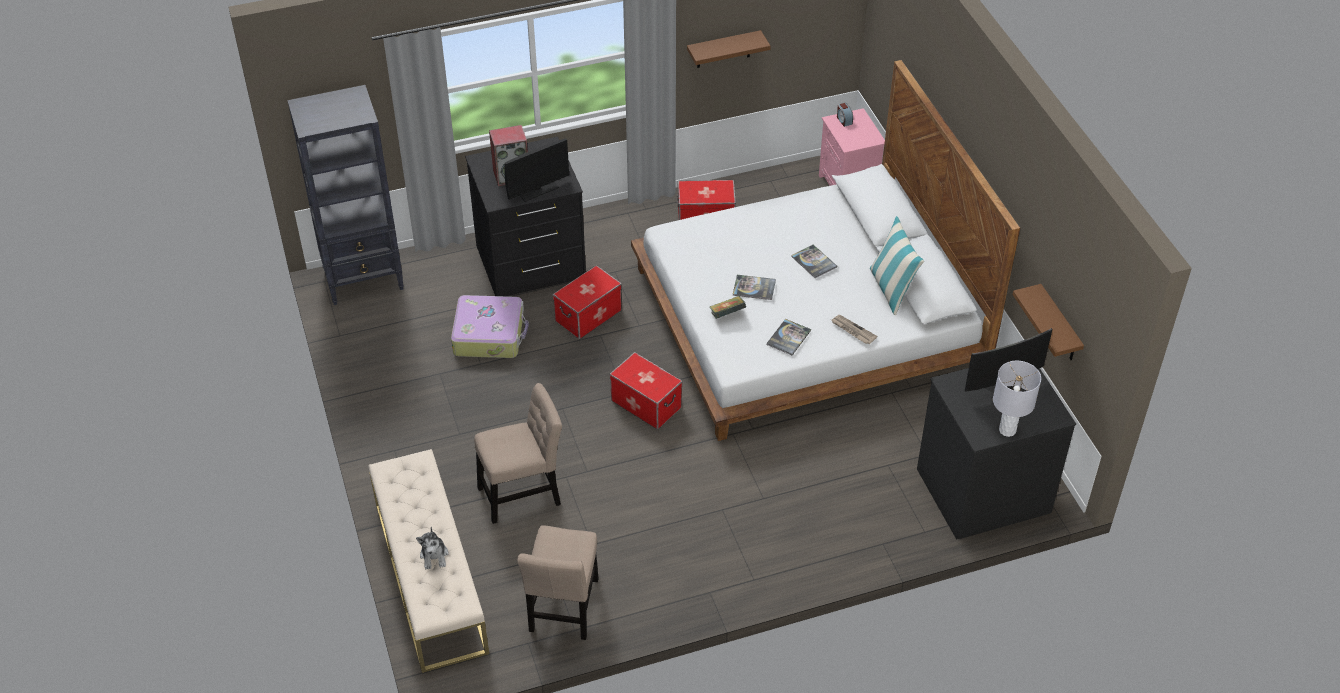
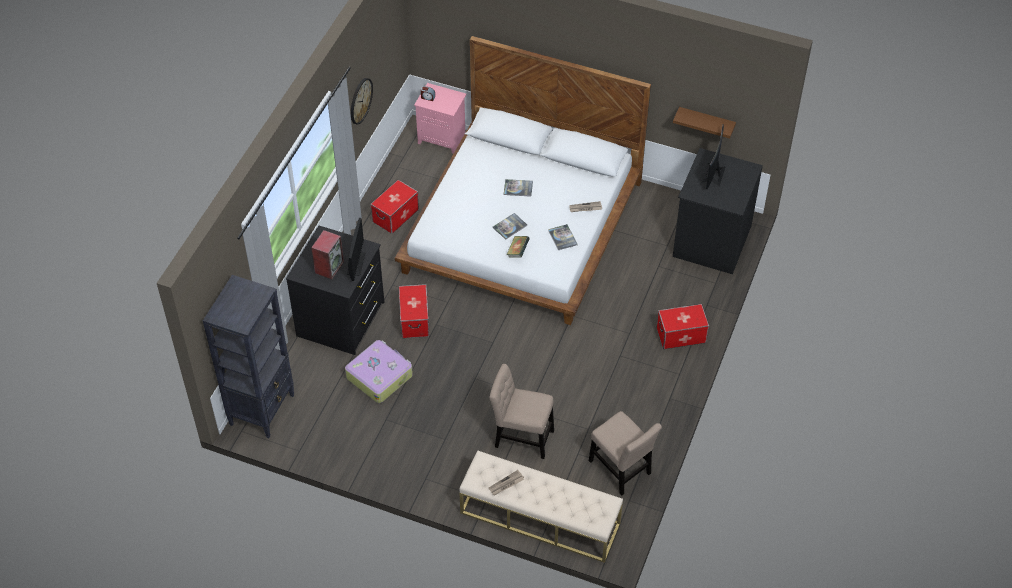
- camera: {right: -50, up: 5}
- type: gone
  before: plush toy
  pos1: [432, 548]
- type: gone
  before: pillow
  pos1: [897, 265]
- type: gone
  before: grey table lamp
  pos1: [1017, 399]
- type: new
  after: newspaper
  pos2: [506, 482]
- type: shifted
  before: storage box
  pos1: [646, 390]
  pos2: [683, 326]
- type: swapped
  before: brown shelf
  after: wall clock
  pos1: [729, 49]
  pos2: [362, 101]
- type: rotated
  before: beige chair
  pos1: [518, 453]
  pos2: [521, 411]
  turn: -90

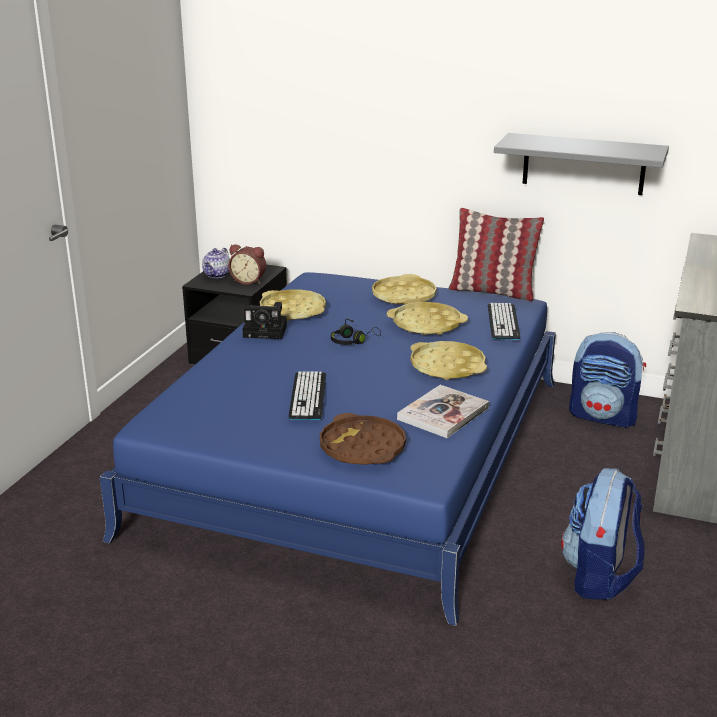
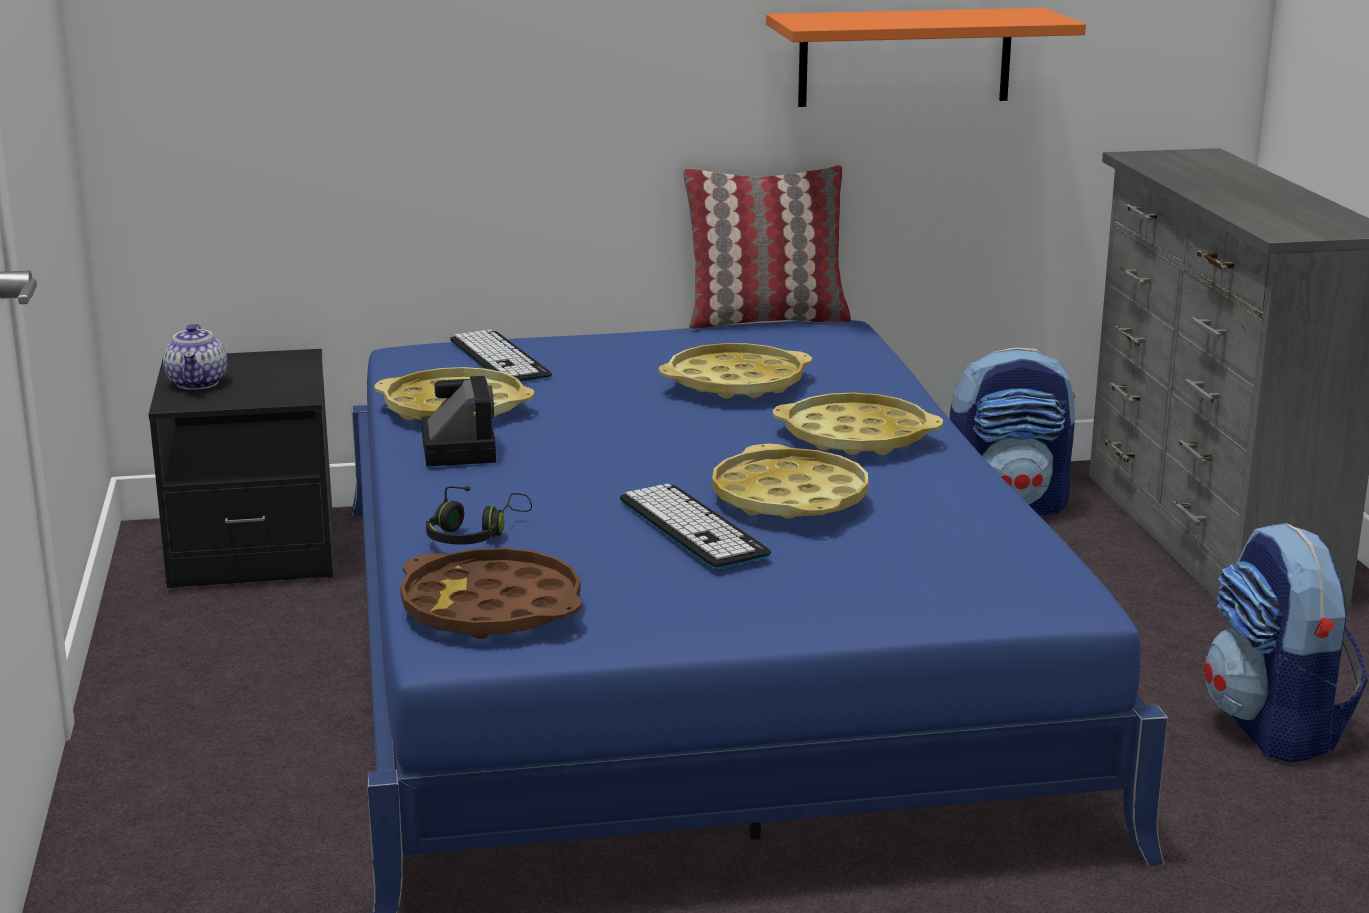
- camera: {right: -30, up: -5}
- type: gone
  before: alarm clock
  pos1: [247, 264]
- type: gone
  before: book
  pos1: [443, 411]
- type: shifted
  before: brown tray
  pos1: [363, 439]
  pos2: [491, 593]
- type: shifted
  before: black headphones
  pos1: [356, 332]
  pos2: [479, 515]
- type: shifted
  before: yellow tray
  pos1: [404, 289]
  pos2: [790, 481]
- type: shifted
  before: keyboard
  pos1: [504, 321]
  pos2: [501, 356]
- type: repainted
  before: grey shelf
  after: orange shelf
  pos1: [581, 164]
  pos2: [926, 57]
- type: rotated
  before: photo camera
  pos1: [265, 320]
  pos2: [458, 421]
  turn: -75

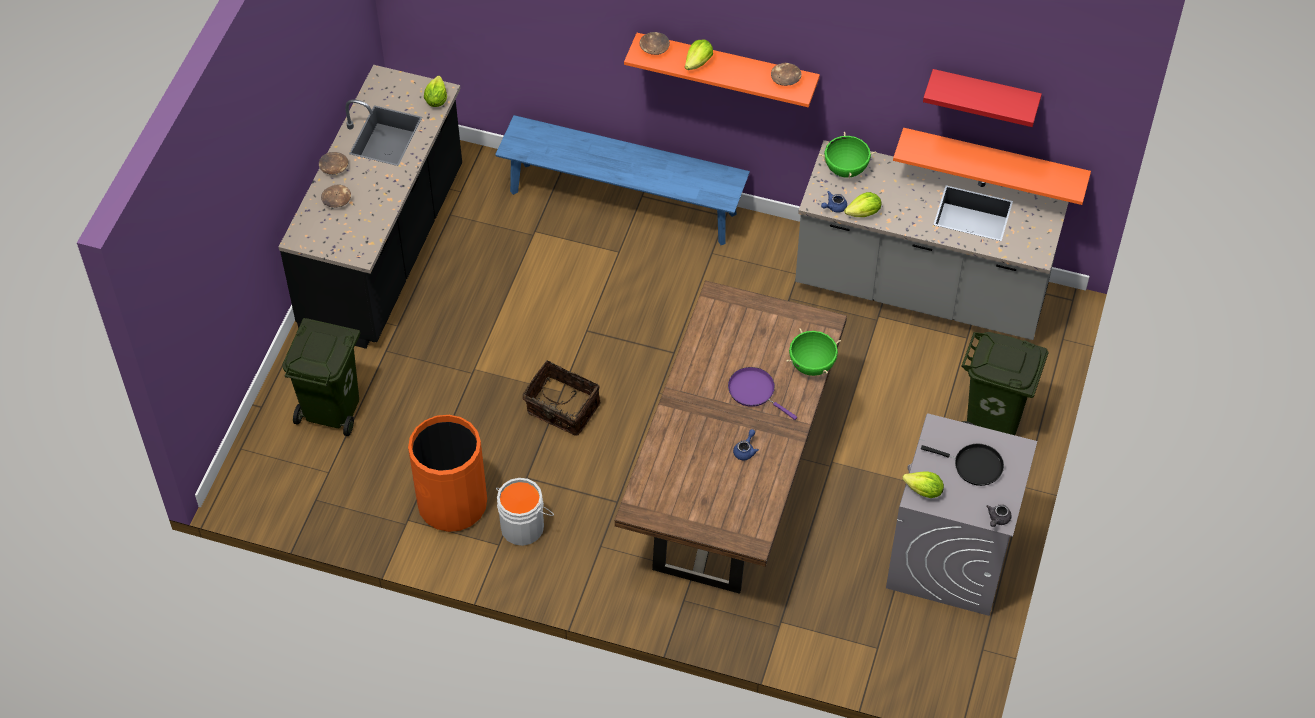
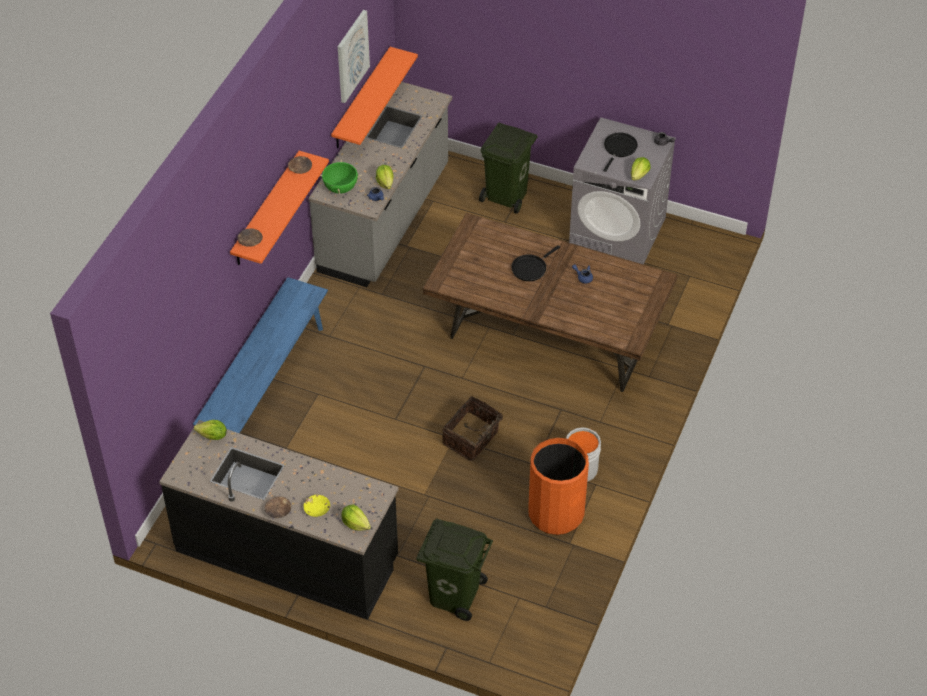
- camera: {right: -85, up: -5}
- type: gone
  before: green cooking pot
  pos1: [813, 352]
- type: shifted
  before: lettuce
  pos1: [699, 55]
  pos2: [356, 517]
- type: swapped
  before: red shelf
  after: picture
  pos1: [982, 98]
  pos2: [354, 56]
- type: repainted
  before: brown bowl
  after: yellow bowl
  pos1: [336, 196]
  pos2: [316, 506]
- type: repainted
  before: purple frying pan
  after: black frying pan
  pos1: [762, 393]
  pos2: [535, 263]

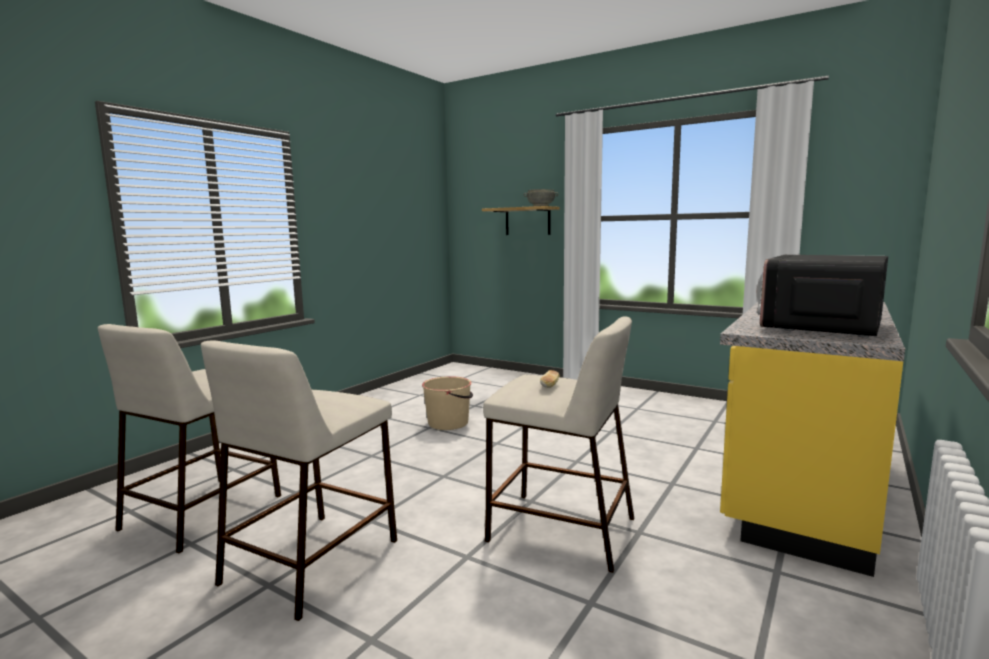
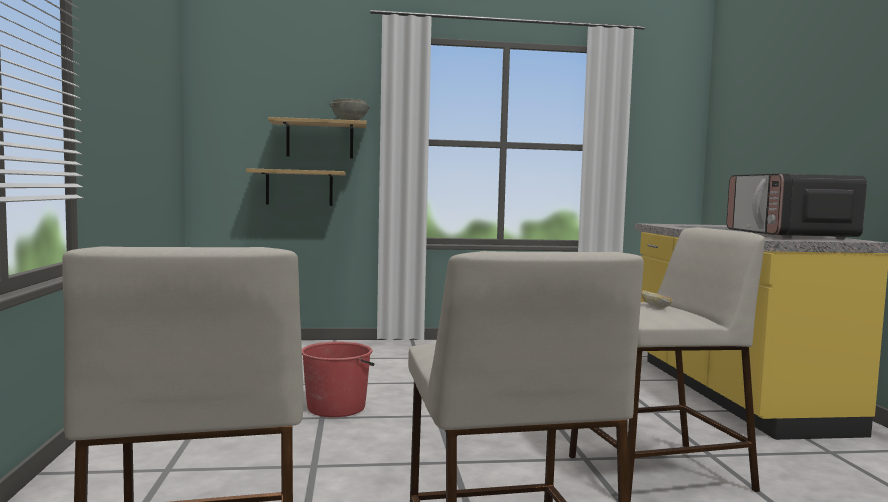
- camera: {right: -40, up: -5}
- type: new
  after: shelf
  pos2: [296, 187]
- type: repainted
  before: beige bucket
  after: red bucket
  pos1: [447, 403]
  pos2: [338, 379]

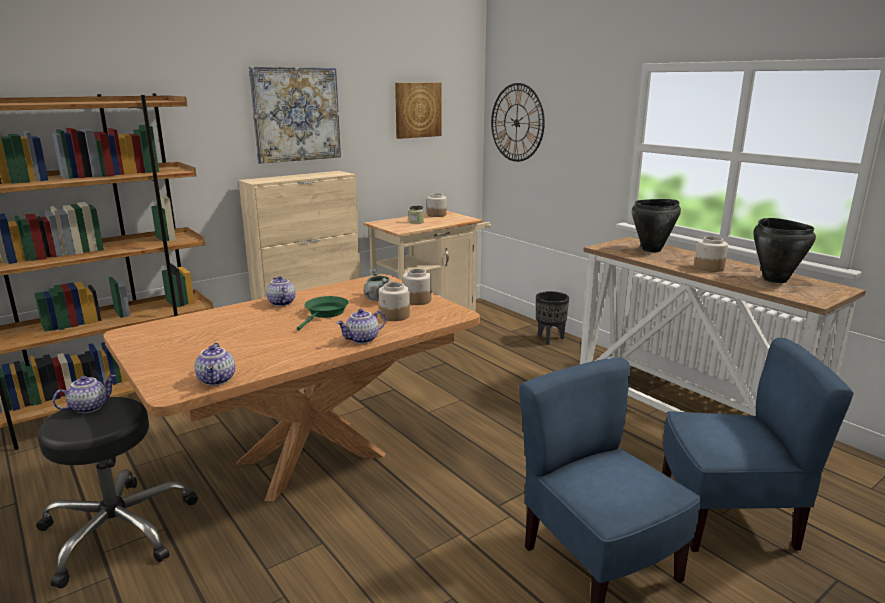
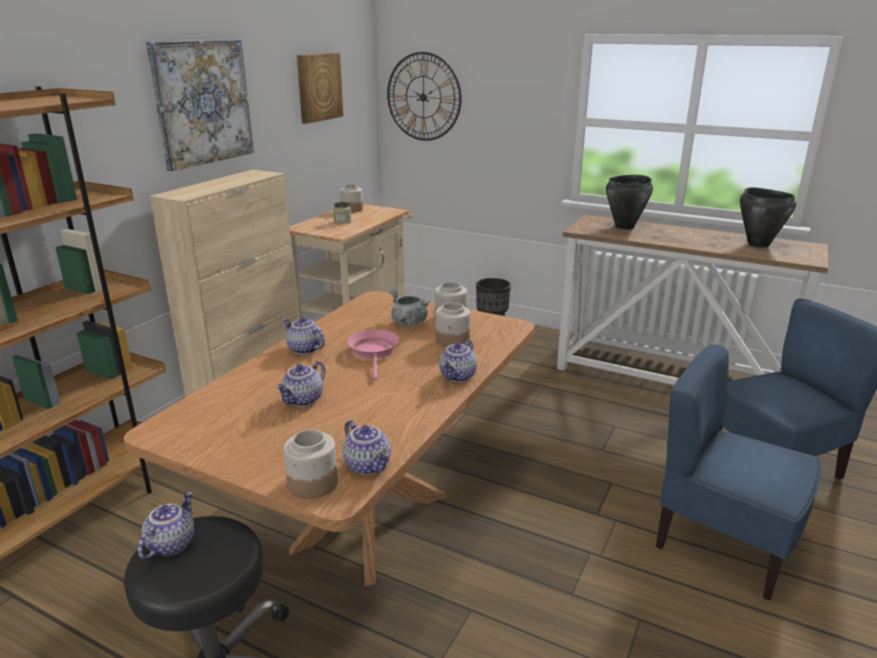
- camera: {right: -25, up: 5}
- type: new
  after: teapot
  pos2: [300, 384]
- type: shifted
  before: jar
  pos1: [711, 254]
  pos2: [310, 464]
- type: repainted
  before: green frying pan
  after: pink frying pan
  pos1: [323, 313]
  pos2: [373, 355]

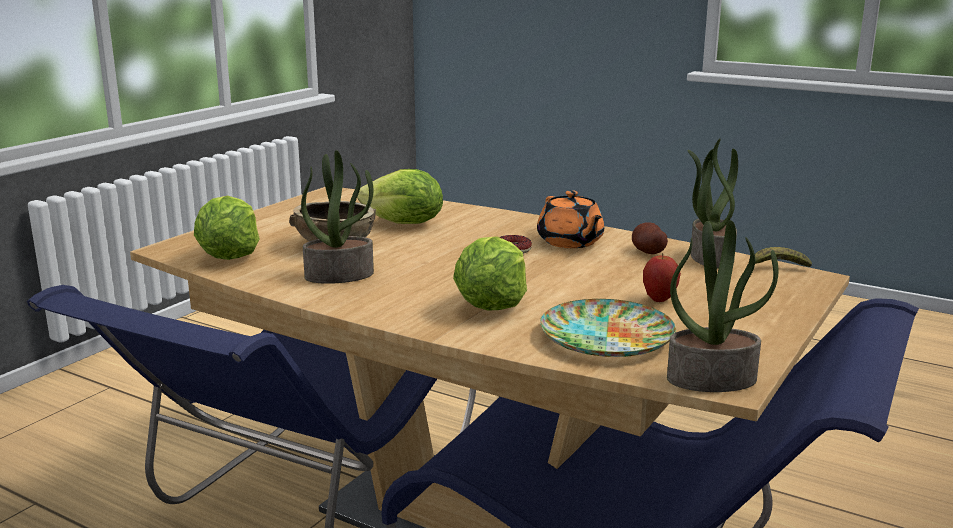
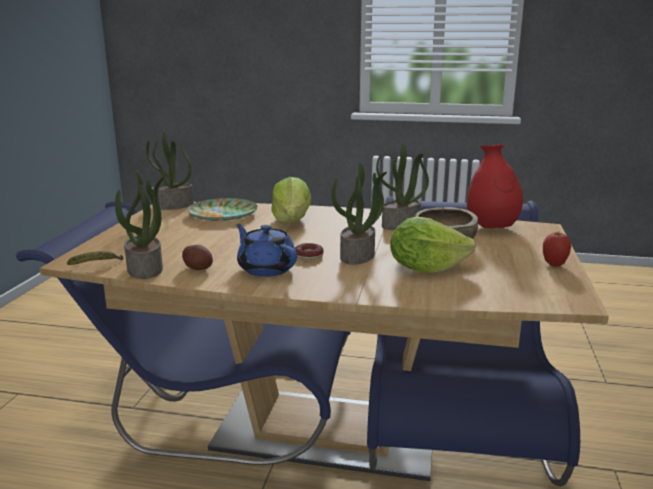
- camera: {right: 160, up: 0}
- type: new
  after: potted plant
  pos2: [359, 213]
- type: shifted
  before: apple
  pos1: [662, 277]
  pos2: [557, 249]
- type: swapped
  before: lettuce
  after: red vase
  pos1: [227, 228]
  pos2: [495, 186]
- type: repainted
  before: orange teapot
  after: blue teapot
  pos1: [570, 219]
  pos2: [266, 250]

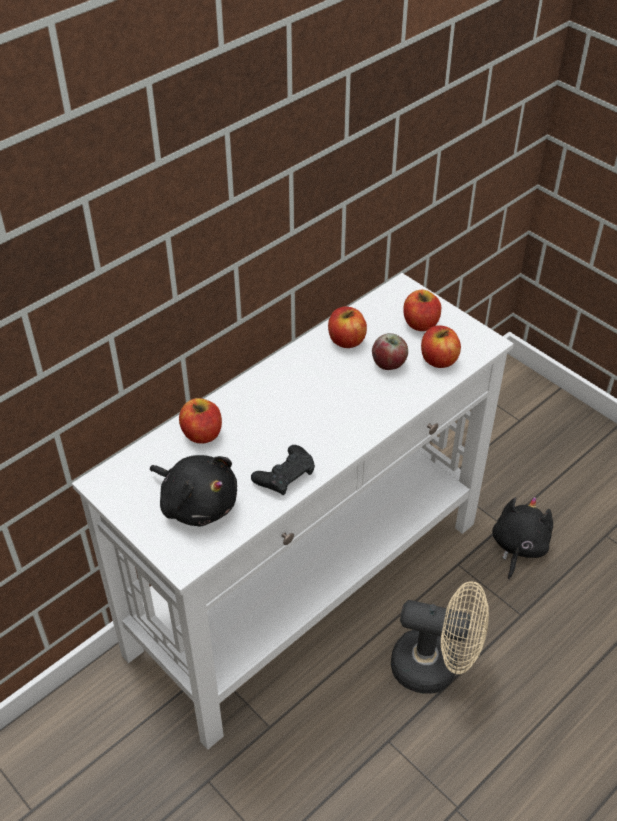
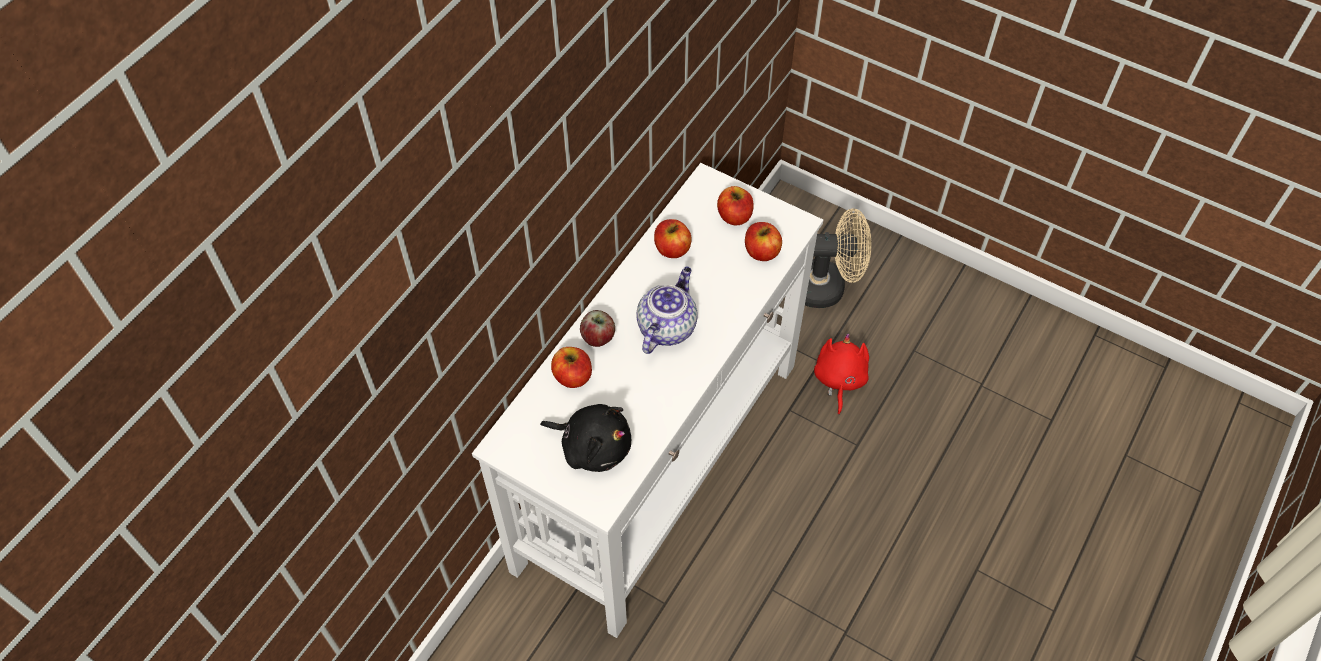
- camera: {right: -15, up: 10}
- type: gone
  before: black game controller
  pos1: [283, 470]
- type: new
  after: teapot
  pos2: [666, 310]
- type: shifted
  before: apple
  pos1: [390, 351]
  pos2: [597, 328]
- type: shifted
  before: beige fan
  pos1: [440, 637]
  pos2: [838, 258]
- type: repainted
  before: black plush toy
  after: red plush toy
  pos1: [522, 538]
  pos2: [841, 374]

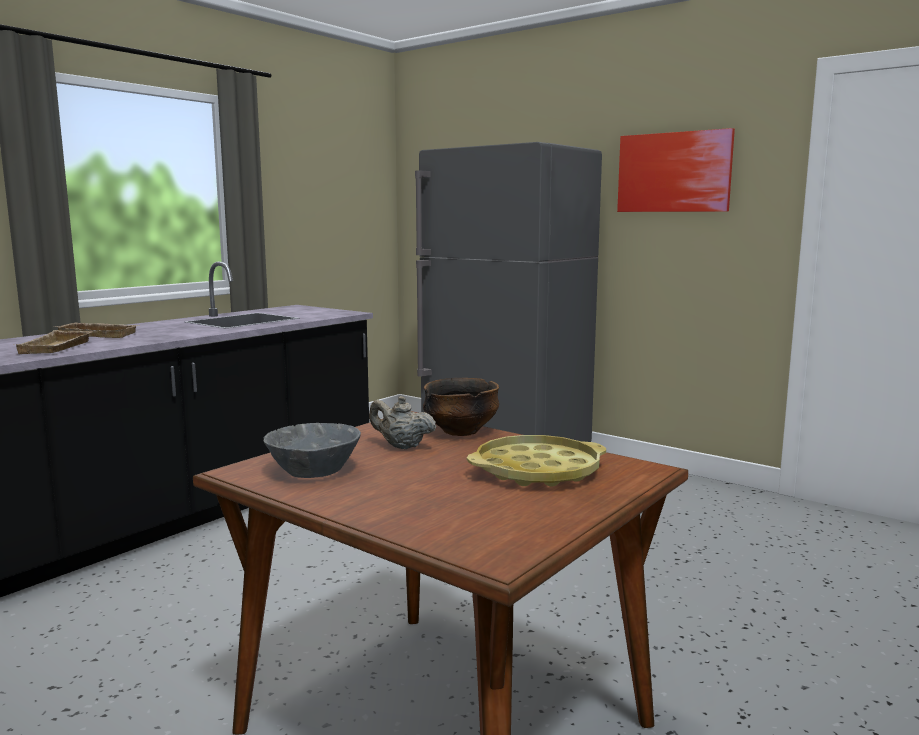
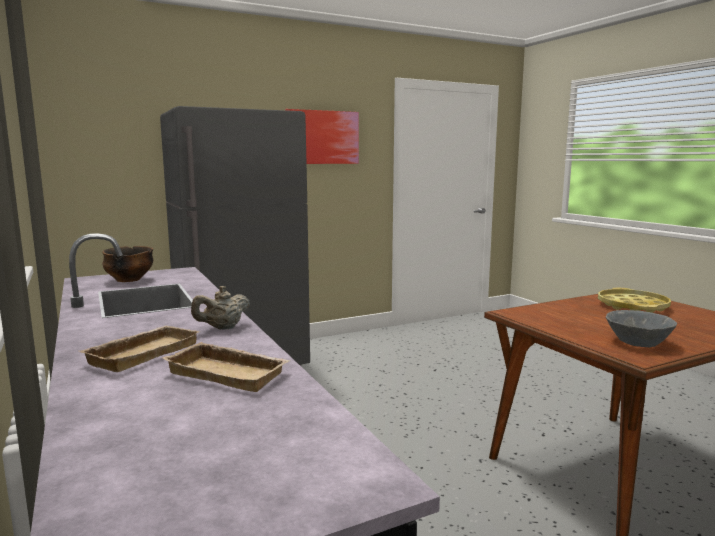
- camera: {right: -65, up: 0}
- type: shifted
  before: beige teapot
  pos1: [402, 422]
  pos2: [220, 308]
- type: shifted
  before: bowl
  pos1: [461, 407]
  pos2: [127, 264]

